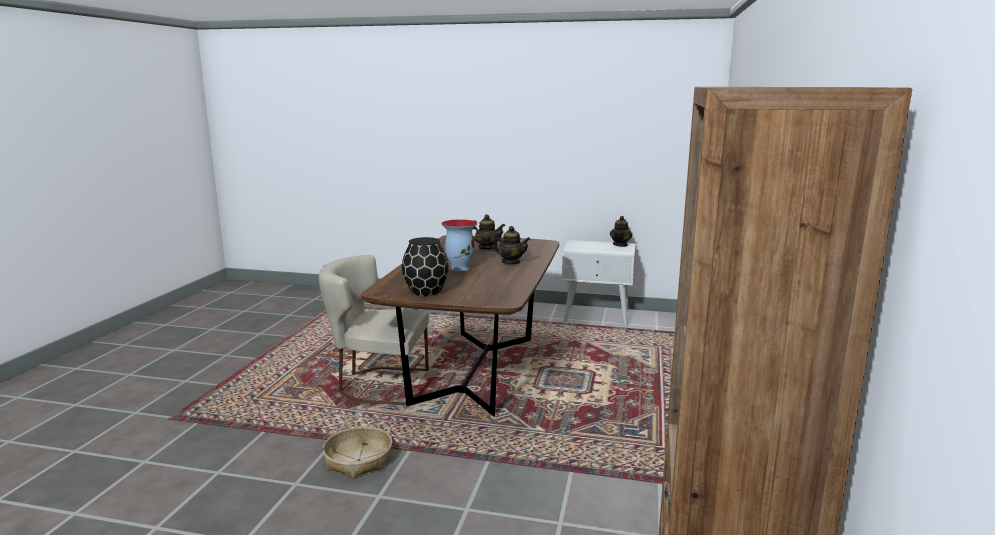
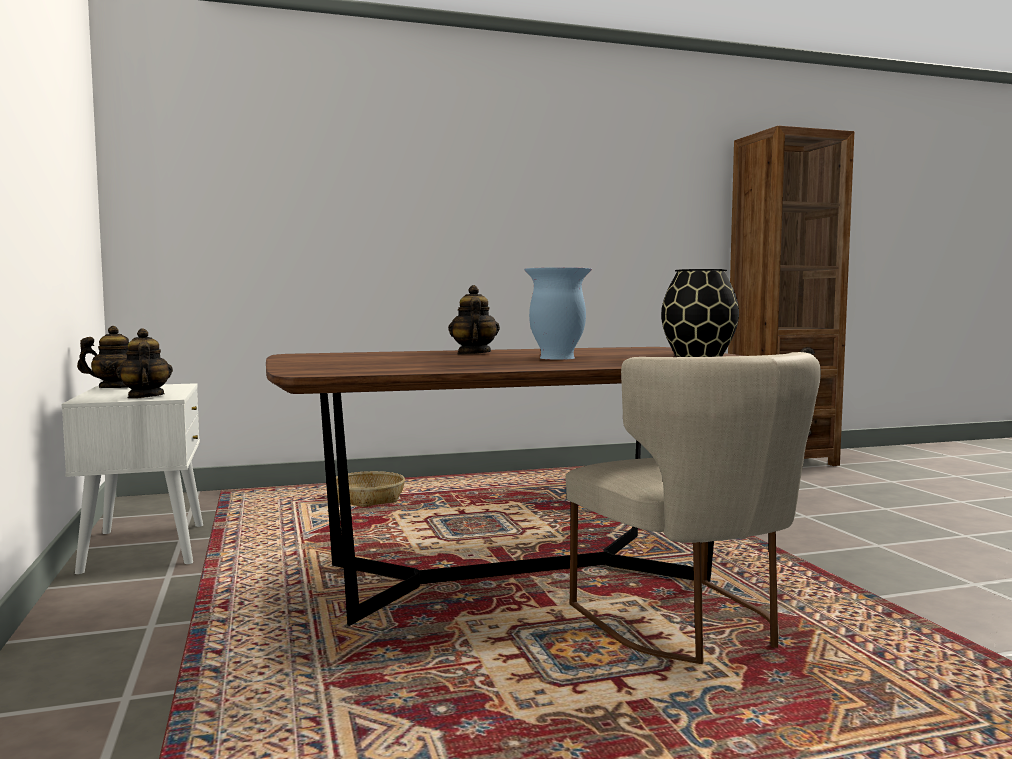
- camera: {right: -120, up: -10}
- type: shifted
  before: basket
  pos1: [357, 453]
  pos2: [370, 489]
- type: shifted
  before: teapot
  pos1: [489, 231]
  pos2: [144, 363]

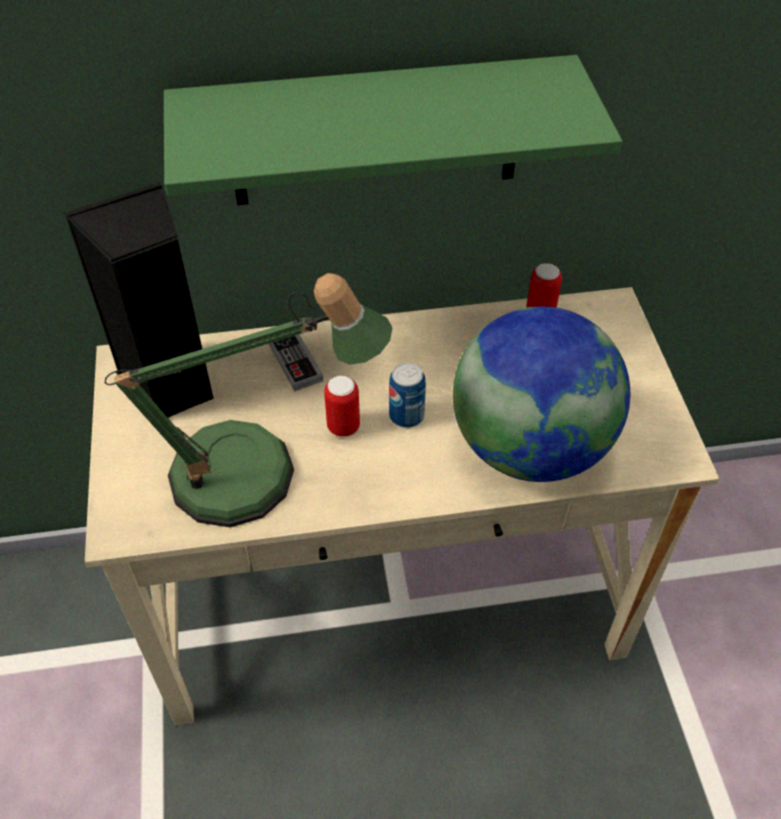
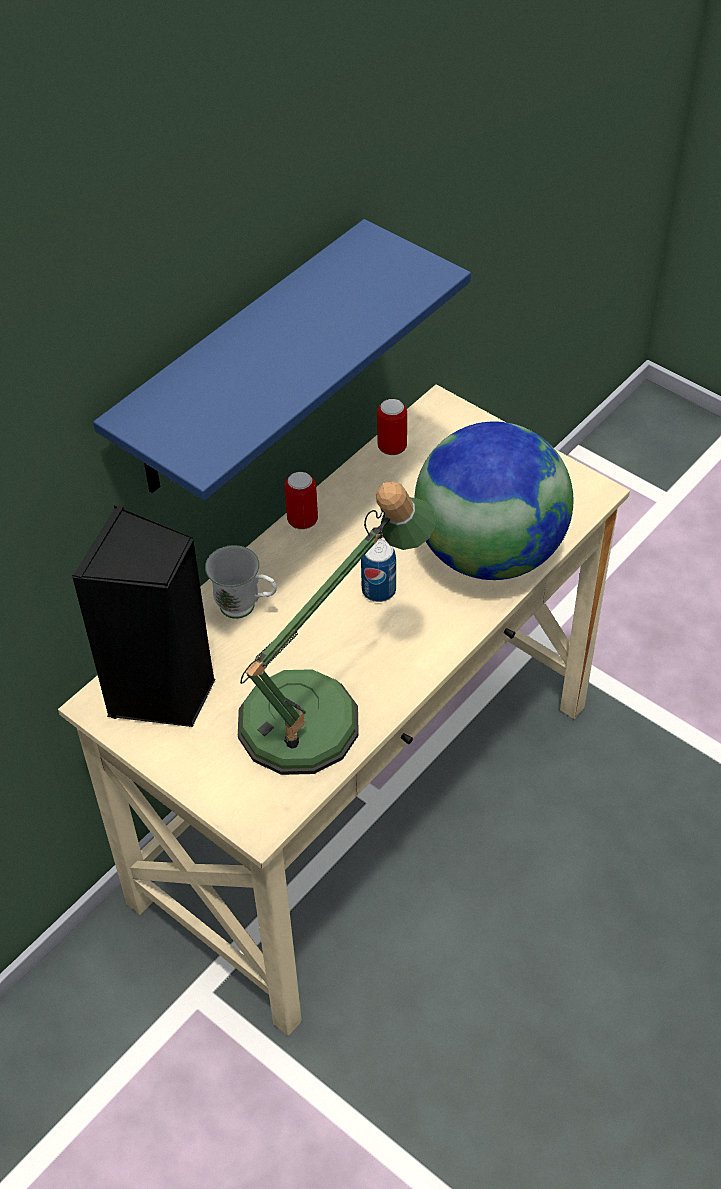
- camera: {right: -40, up: 0}
- type: shifted
  before: can
  pos1: [342, 406]
  pos2: [301, 501]
- type: swapped
  before: game controller
  after: white mug
  pos1: [296, 362]
  pos2: [241, 582]
- type: repainted
  before: green shelf
  after: blue shelf
  pos1: [393, 130]
  pos2: [282, 360]

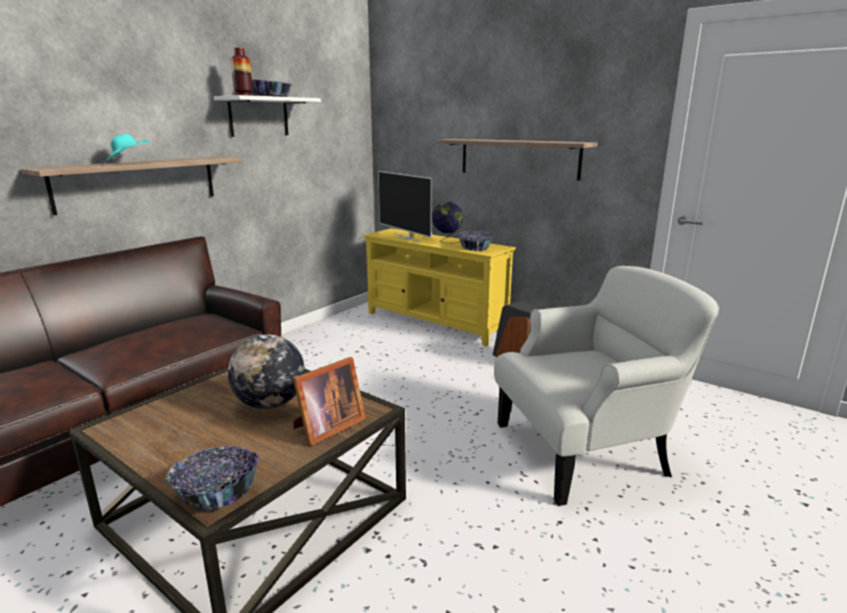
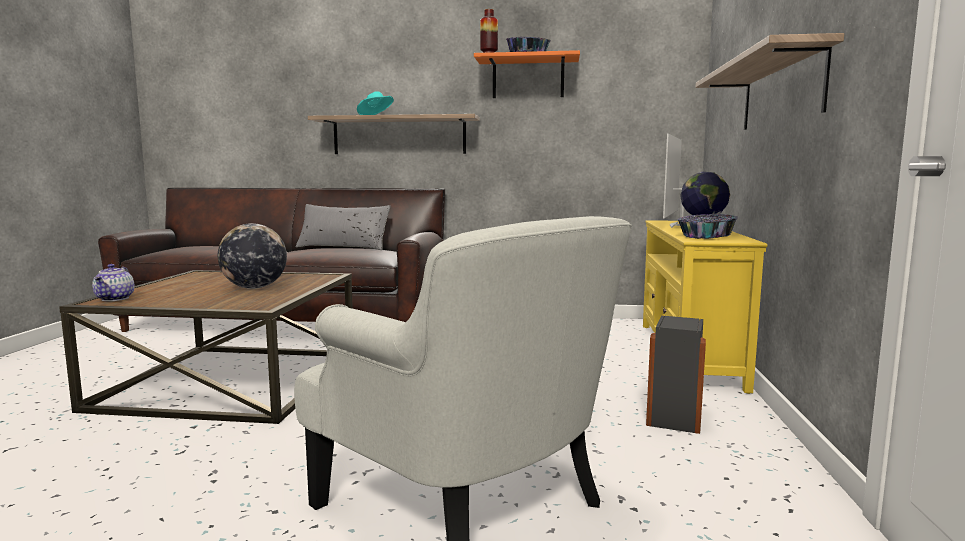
- camera: {right: 60, up: -10}
- type: gone
  before: picture frame
  pos1: [329, 401]
- type: new
  after: grey pillow
  pos2: [342, 227]
- type: swapped
  before: bowl
  after: teapot
  pos1: [212, 478]
  pos2: [113, 282]
- type: repainted
  before: white shelf
  after: orange shelf
  pos1: [267, 116]
  pos2: [527, 74]

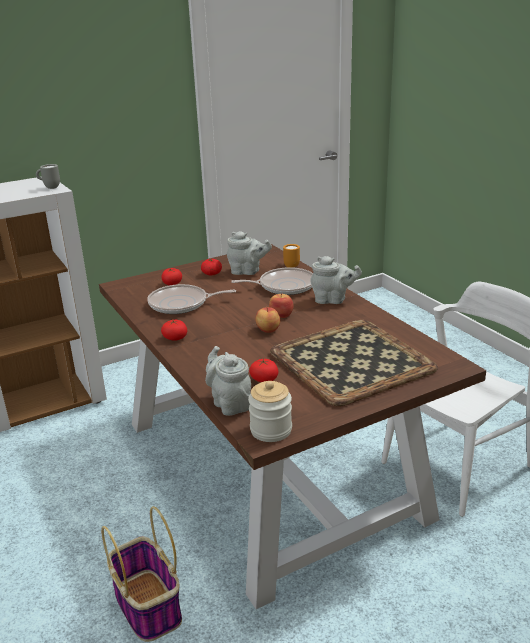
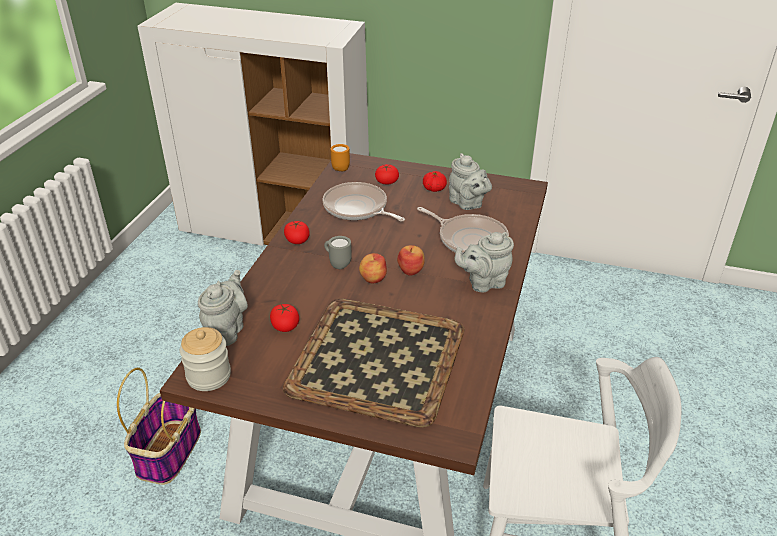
- camera: {right: 45, up: 10}
- type: shifted
  before: grey mug
  pos1: [48, 176]
  pos2: [338, 252]
- type: shifted
  before: orange mug
  pos1: [291, 256]
  pos2: [340, 157]
- type: rotated
  before: grey teapot
  pos1: [336, 280]
  pos2: [484, 262]
  turn: 105

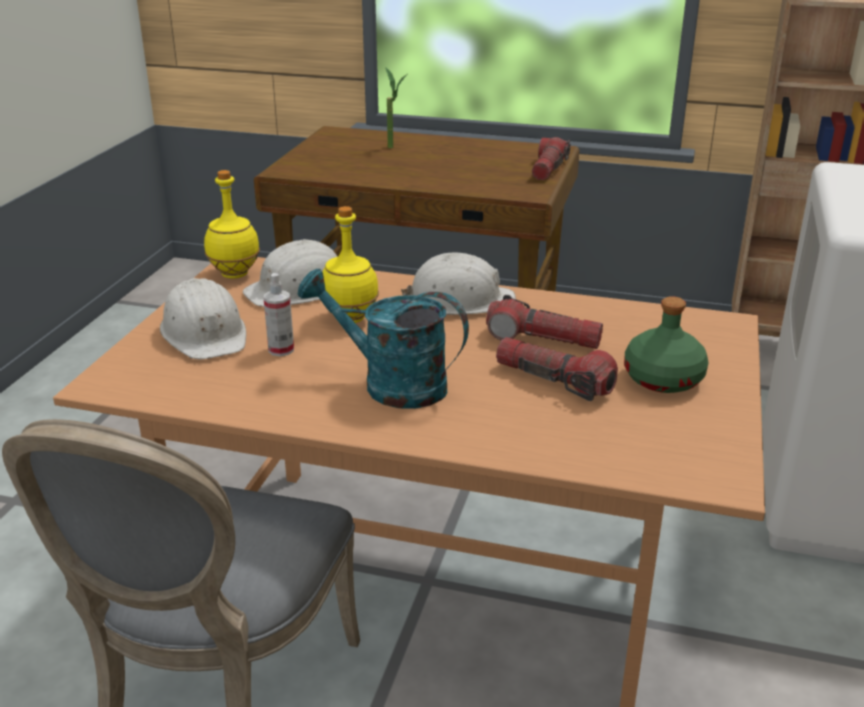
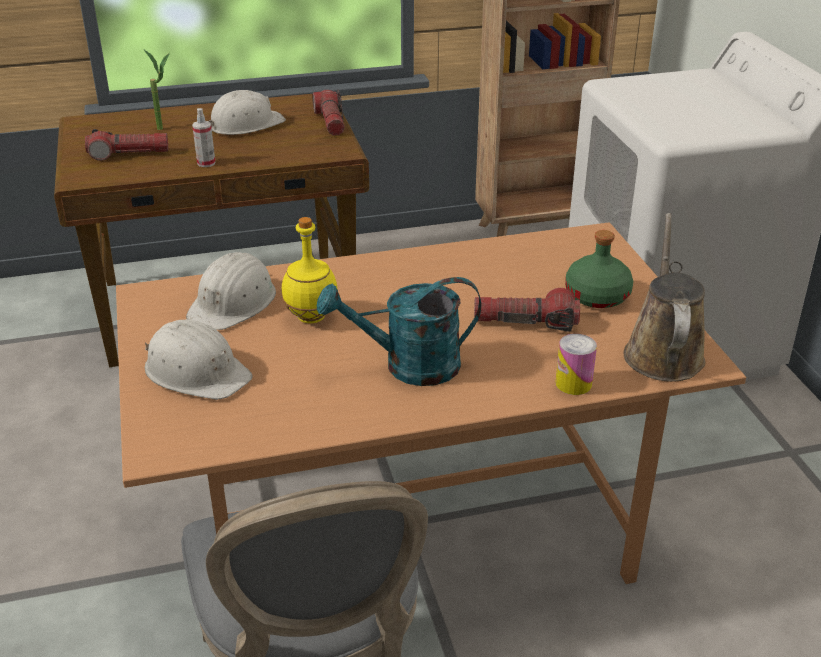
- camera: {right: -30, up: 5}
- type: gone
  before: yellow bottle
  pos1: [232, 224]
- type: new
  after: can
  pos2: [576, 364]
- type: new
  after: brown watering can
  pos2: [665, 297]
- type: shifted
  before: spray bottle
  pos1: [278, 314]
  pos2: [204, 137]
- type: shifted
  before: white hard hat
  pos1: [458, 284]
  pos2: [247, 112]
- type: shifted
  before: flashlight
  pos1: [544, 322]
  pos2: [126, 145]

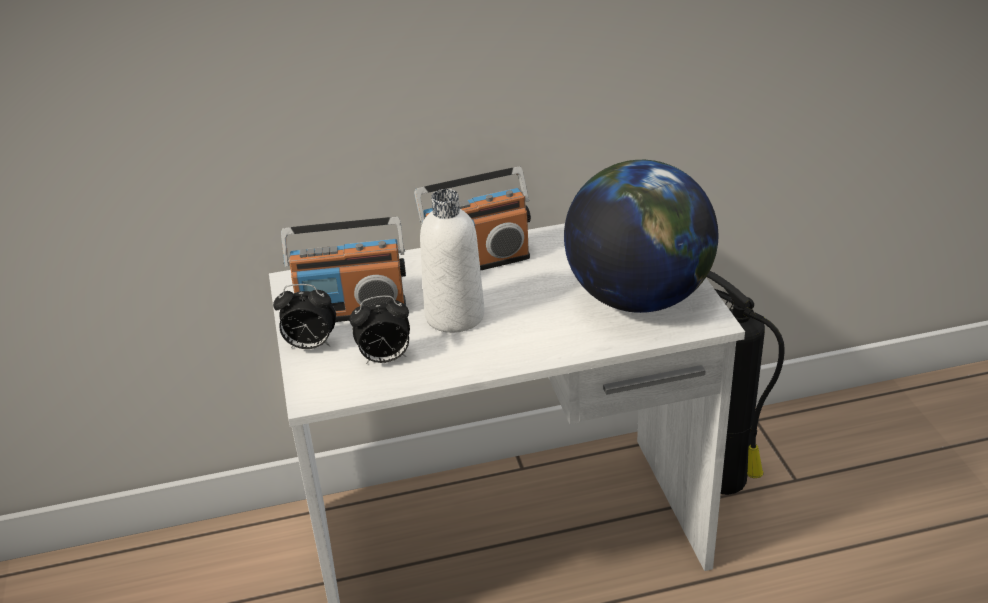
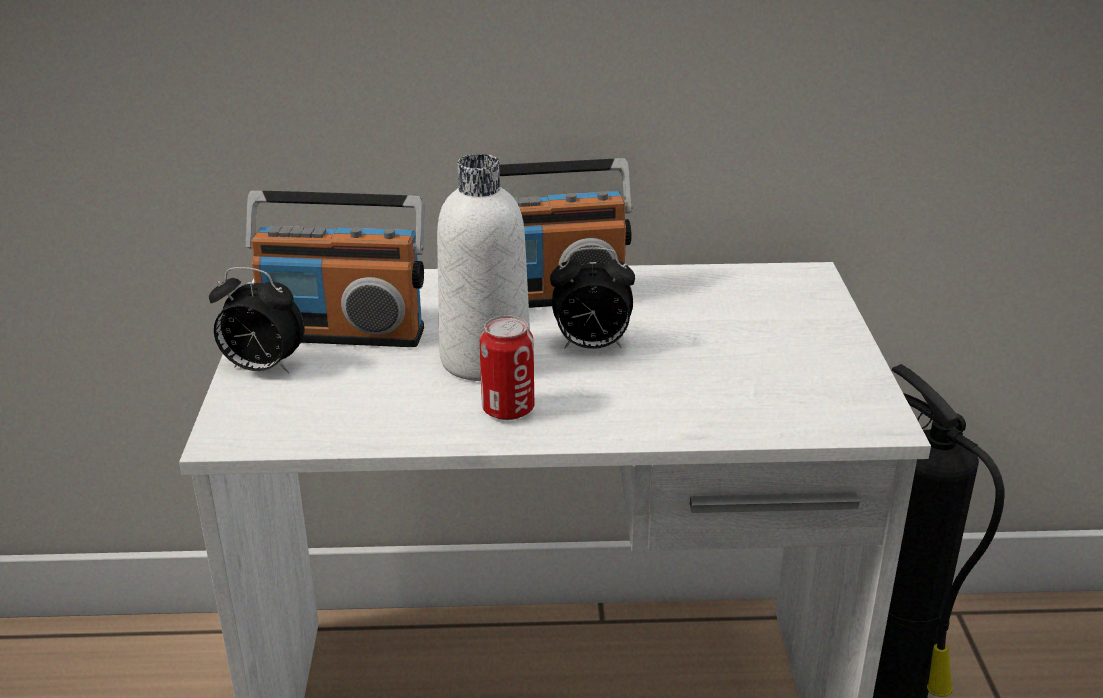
- camera: {right: 10, up: -5}
- type: gone
  before: globe
  pos1: [641, 236]
- type: new
  after: can
  pos2: [507, 367]
- type: shifted
  before: alarm clock
  pos1: [379, 330]
  pos2: [592, 298]

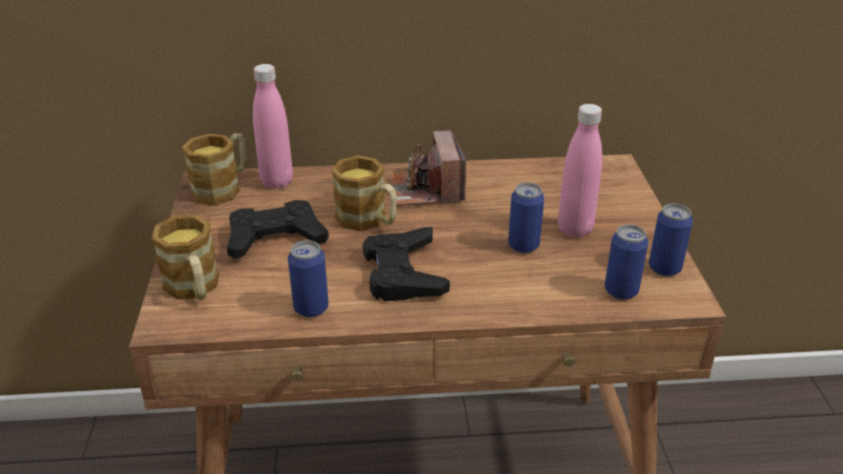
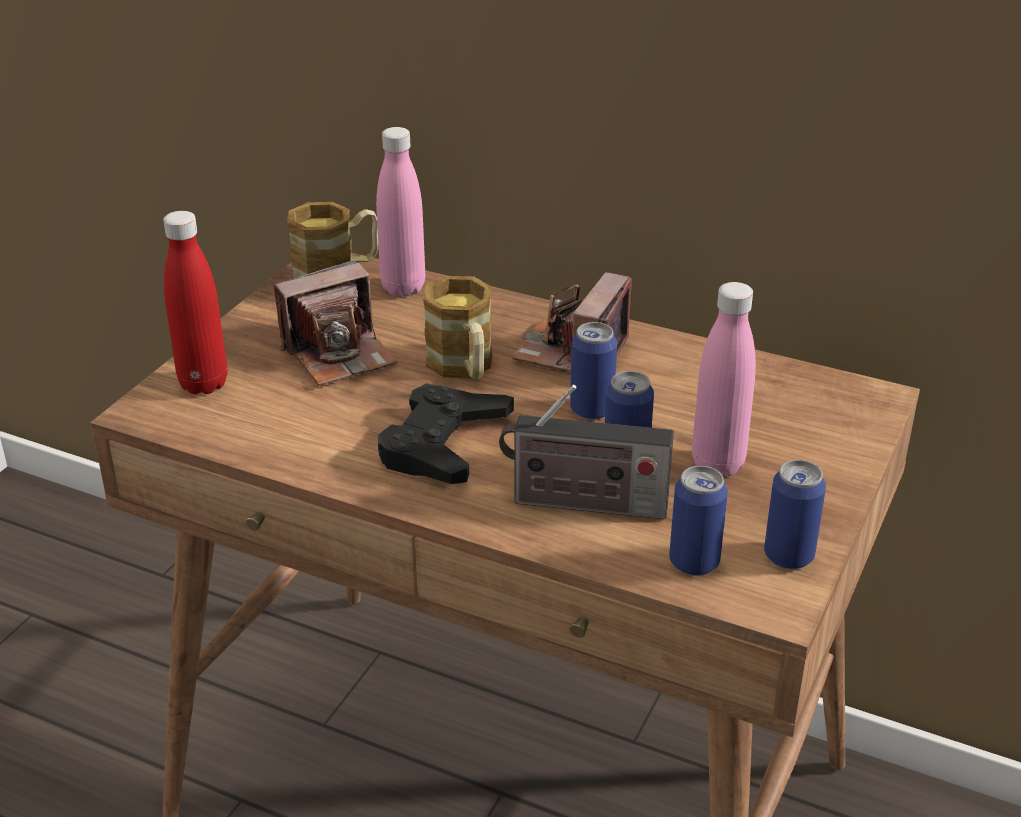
- camera: {right: 30, up: 0}
- type: new
  after: radio
  pos2: [586, 452]
- type: shifted
  before: can
  pos1: [308, 278]
  pos2: [593, 371]
- type: swapped
  before: mug
  after: red bottle
  pos1: [185, 257]
  pos2: [195, 302]
- type: swapped
  before: black game controller
  after: photo camera
  pos1: [278, 229]
  pos2: [335, 323]

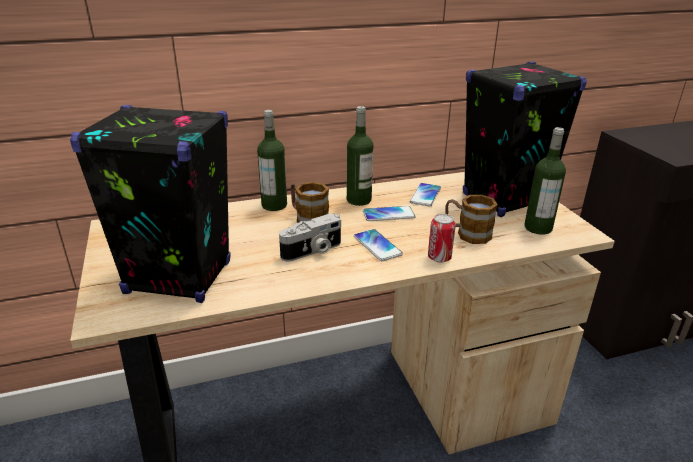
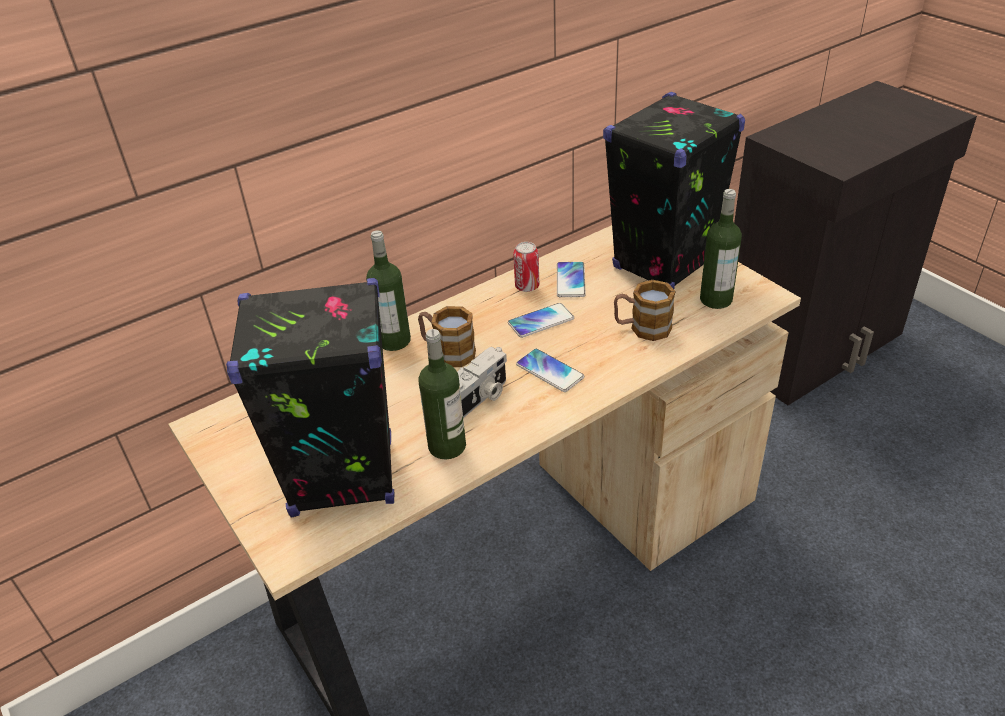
- camera: {right: -15, up: 10}
- type: shifted
  before: bottle
  pos1: [360, 156]
  pos2: [442, 394]
- type: shifted
  before: can
  pos1: [442, 238]
  pos2: [526, 267]

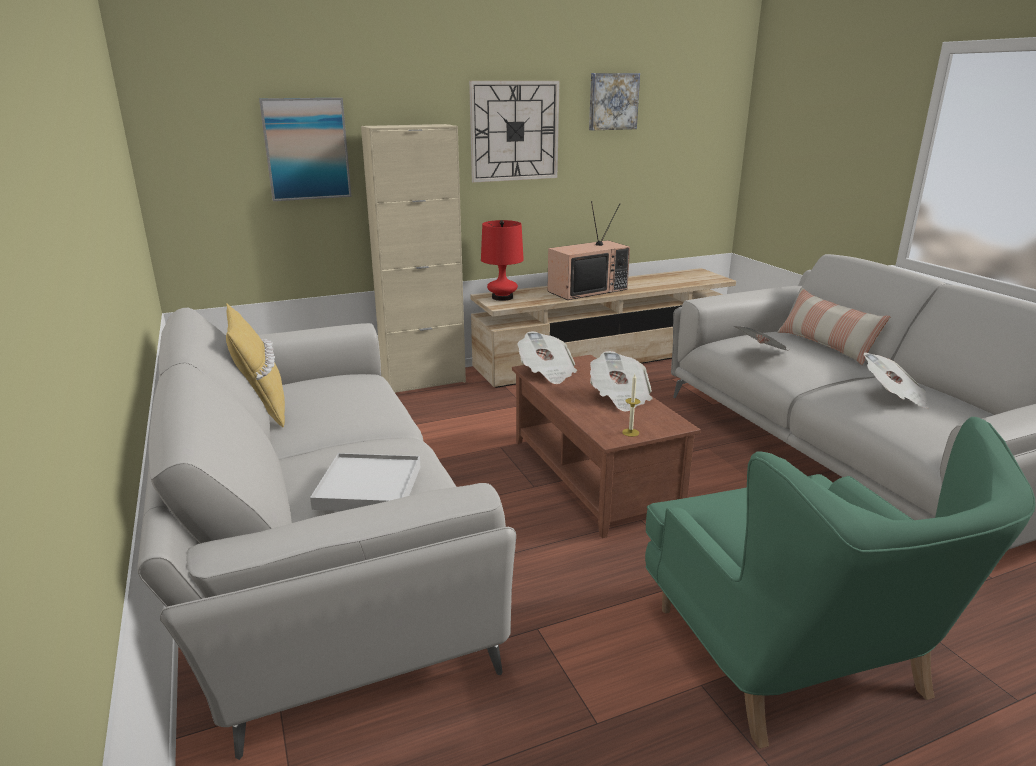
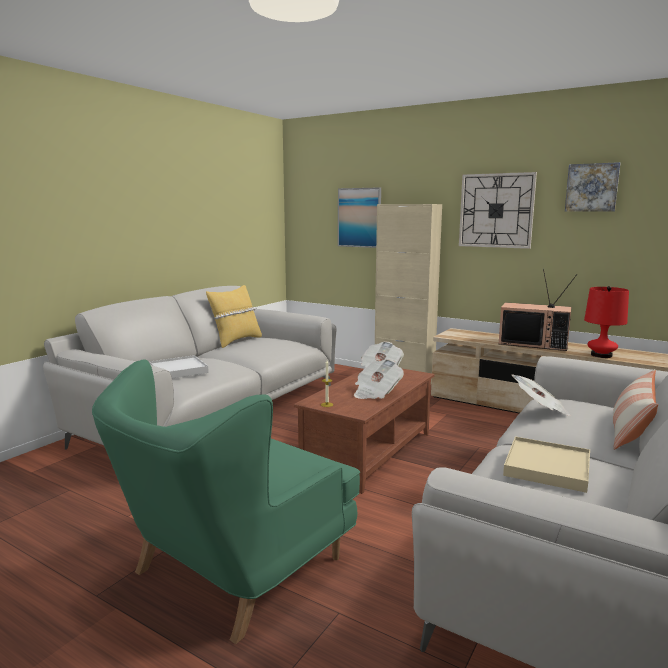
- camera: {right: 55, up: -10}
- type: shifted
  before: red table lamp
  pos1: [502, 260]
  pos2: [606, 322]
- type: swapped
  before: newspaper
  after: beige tray
  pos1: [896, 380]
  pos2: [546, 465]

